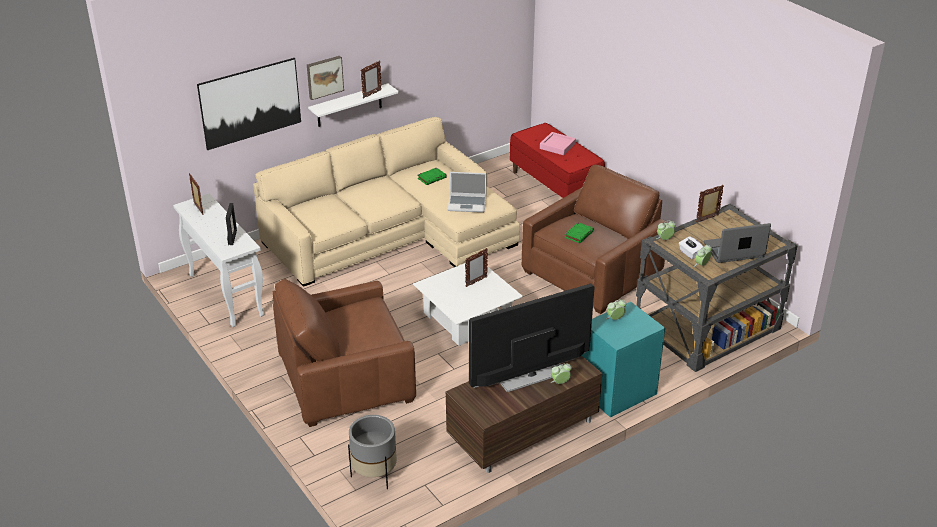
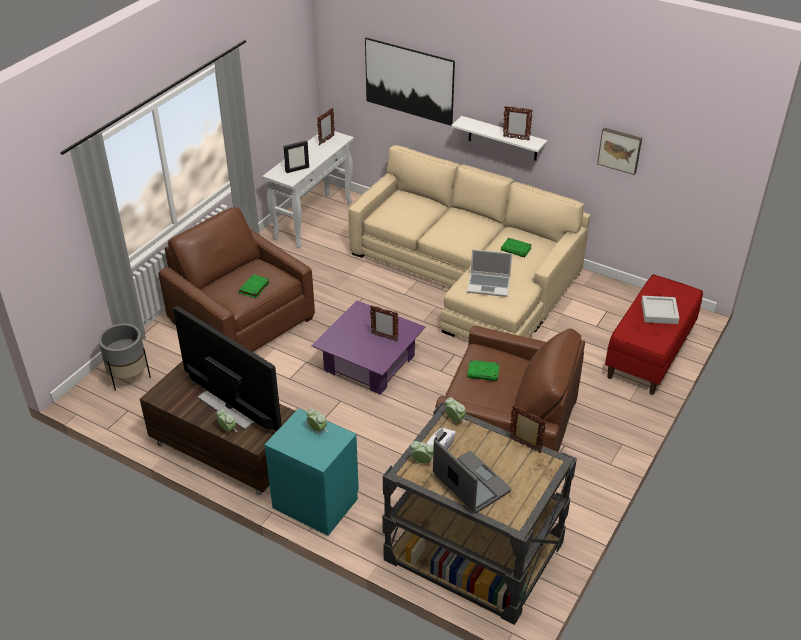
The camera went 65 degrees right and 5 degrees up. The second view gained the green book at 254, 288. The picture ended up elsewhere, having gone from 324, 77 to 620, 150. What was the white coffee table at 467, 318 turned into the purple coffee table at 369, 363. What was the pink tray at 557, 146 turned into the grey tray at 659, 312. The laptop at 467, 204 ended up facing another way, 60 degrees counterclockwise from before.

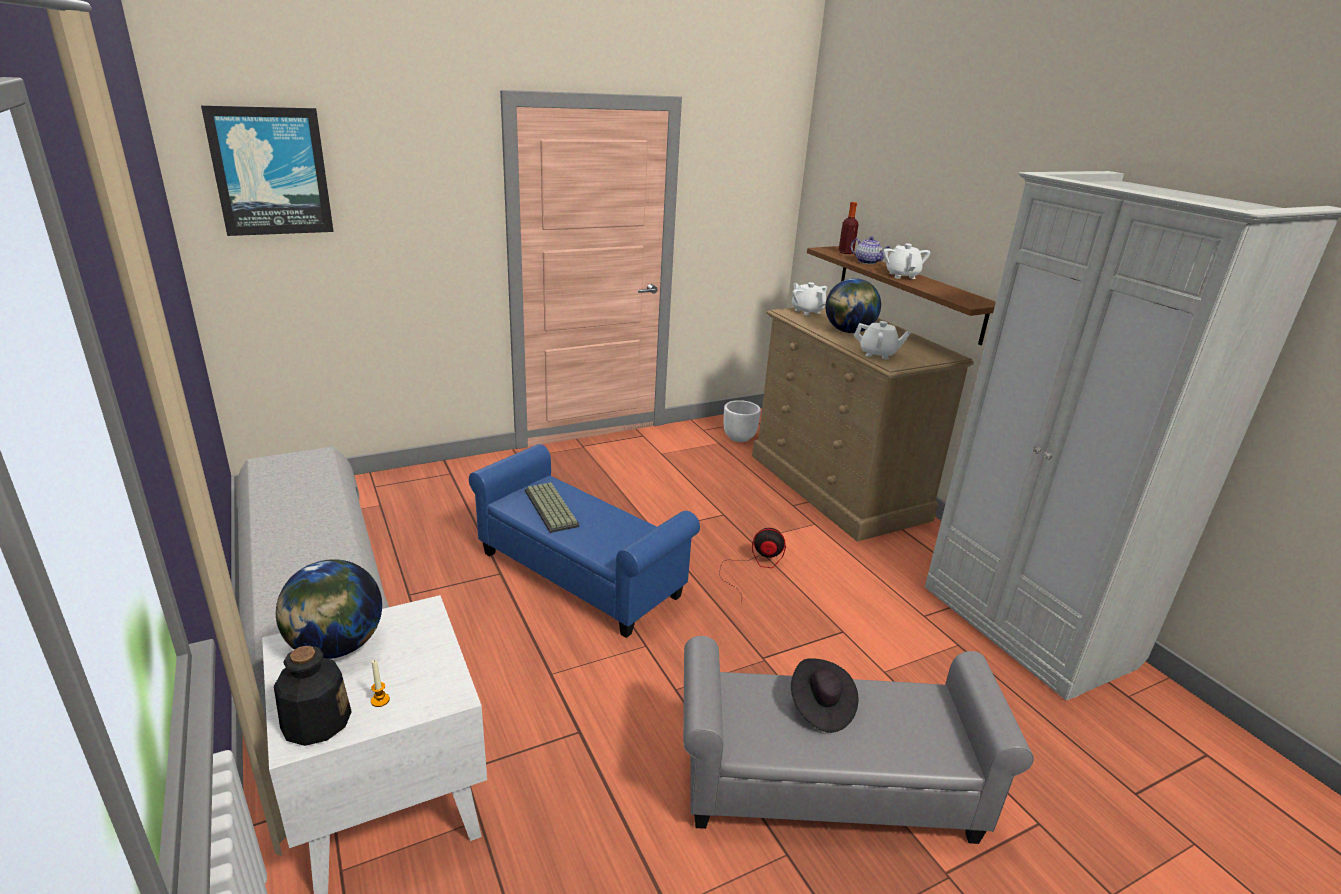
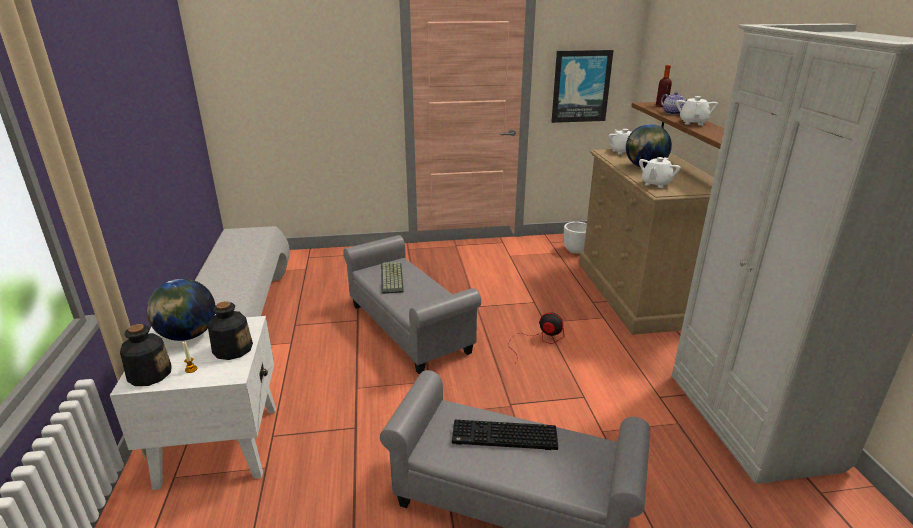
The camera went 20 degrees right and 0 degrees up. The second view gained the bottle at 232, 349. The picture ended up elsewhere, having gone from 271, 171 to 581, 86. Where the black hat stood at 820, 707, the keyboard came to stand at 503, 437. What was the blue ottoman at 580, 574 turned into the grey ottoman at 409, 328. The white teapot at 878, 354 ended up facing another way, 90 degrees clockwise from before.

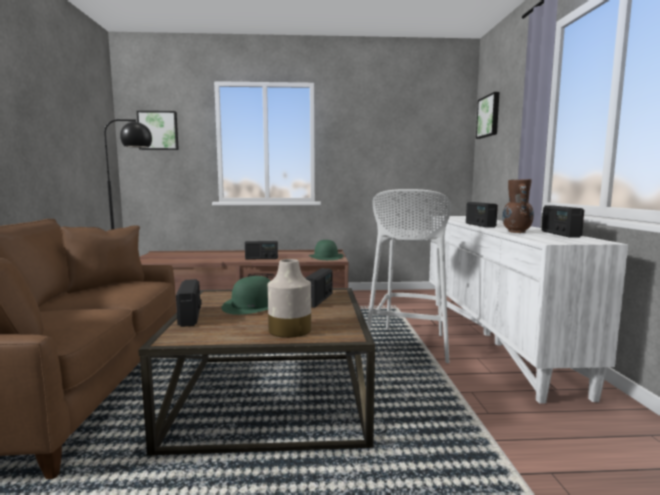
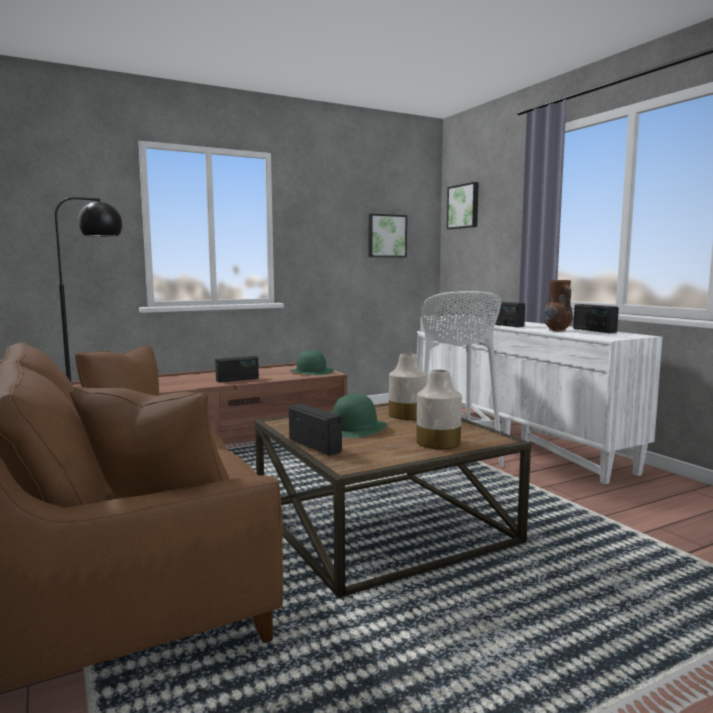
The camera went 25 degrees left and 0 degrees up. The picture ended up elsewhere, having gone from 158, 130 to 386, 236. Where the radio stood at 318, 300, the beige vase came to stand at 406, 414.

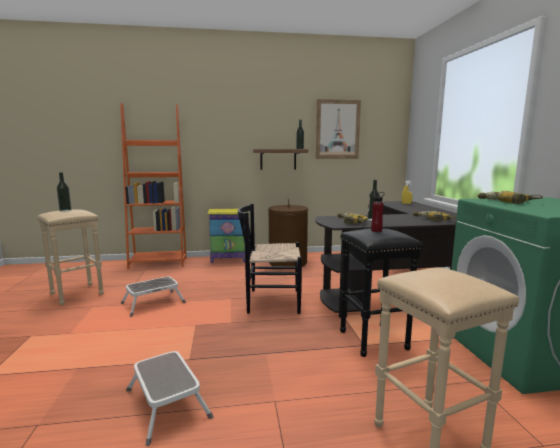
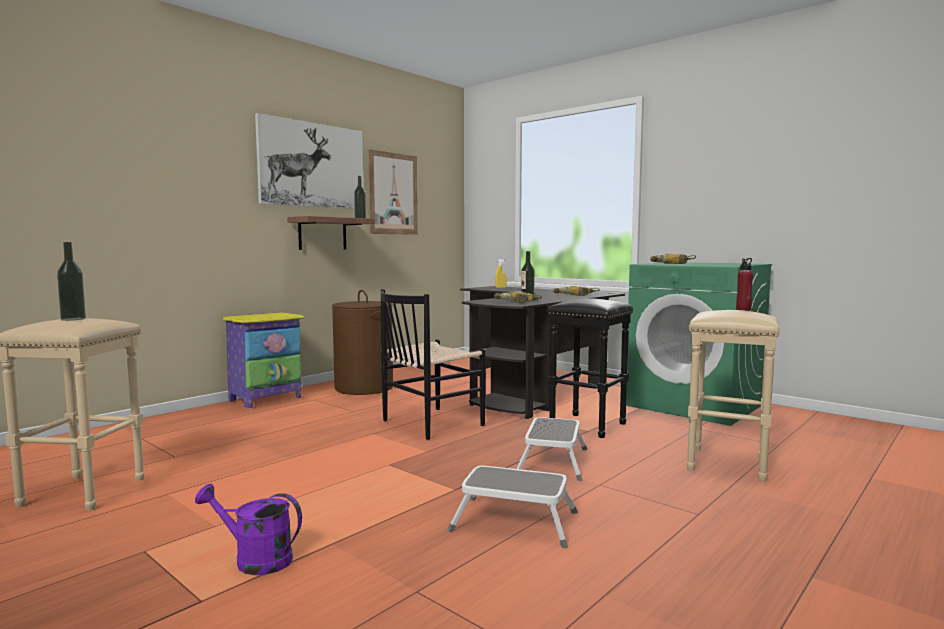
The camera went 40 degrees left and 5 degrees down. The second view lost the orange bookcase at 158, 263. The second view gained the purple watering can at 254, 560. The second view gained the picture at 312, 165. The grey step ladder ended up elsewhere, having gone from 153, 303 to 553, 461. The red bottle ended up elsewhere, having gone from 376, 231 to 743, 309.

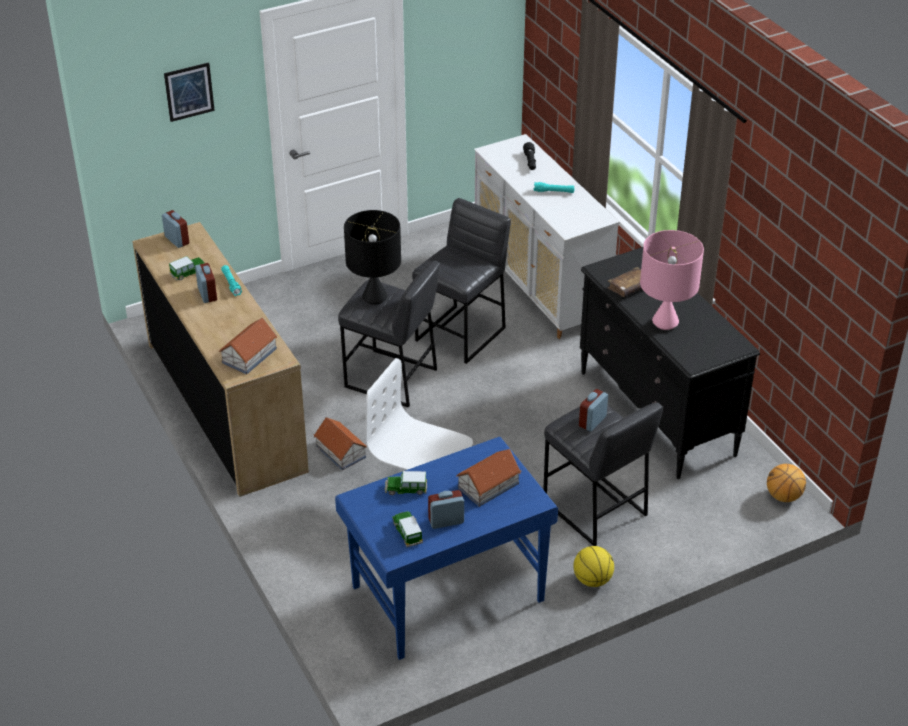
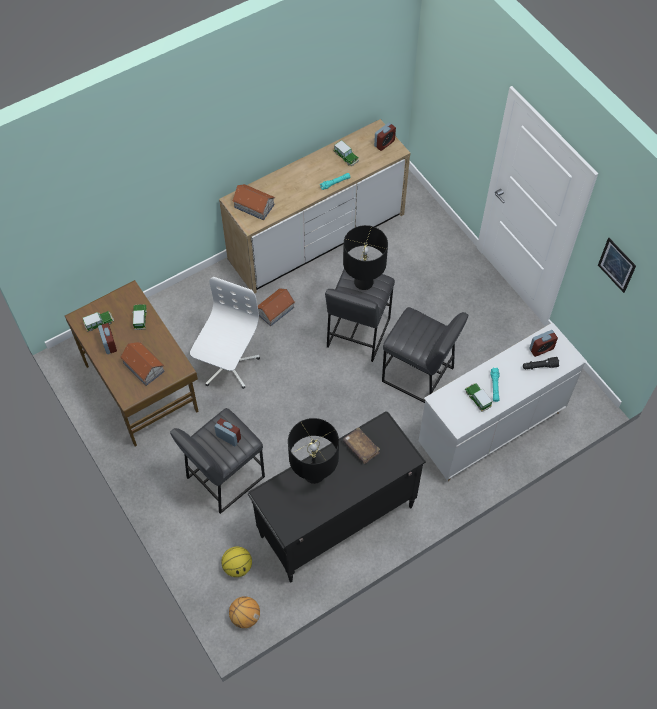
The camera went 85 degrees right and 20 degrees up. The second view gained the toy car at 477, 398. The picture ended up elsewhere, having gone from 189, 92 to 616, 265. The alarm clock ended up elsewhere, having gone from 207, 294 to 541, 349. The basketball ended up elsewhere, having gone from 592, 580 to 238, 566. What was the blue desk at 446, 593 turned into the brown desk at 141, 386. What was the pink table lamp at 665, 323 turned into the black table lamp at 314, 474.

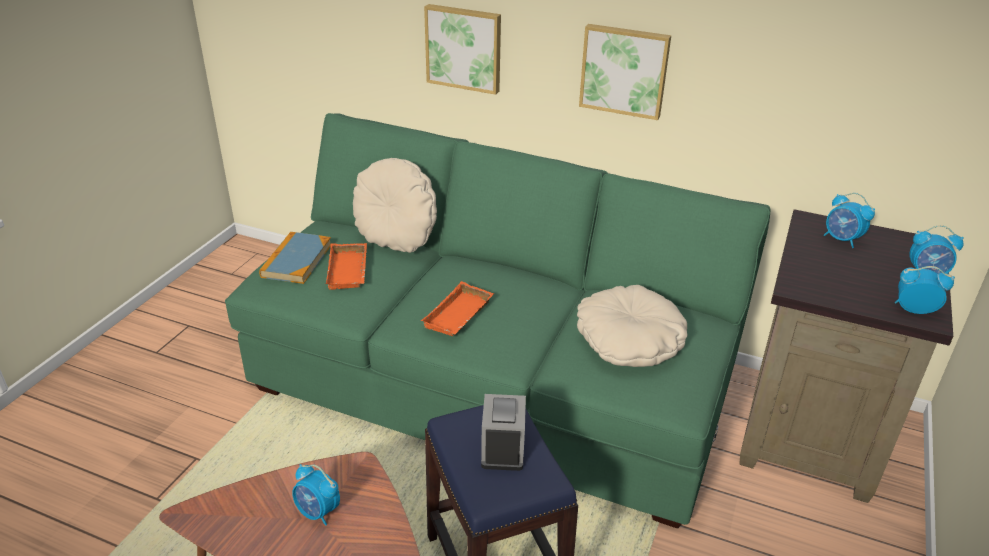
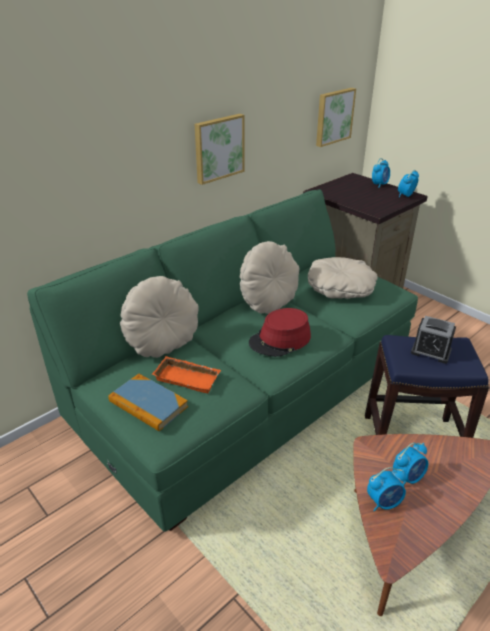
The camera went 65 degrees left and 0 degrees up. The second view gained the beige pillow at 269, 304. The picture ended up elsewhere, having gone from 464, 48 to 333, 116. The alarm clock ended up elsewhere, having gone from 842, 240 to 384, 502. Where the orange tray stood at 459, 316, the red hat came to stand at 280, 340.

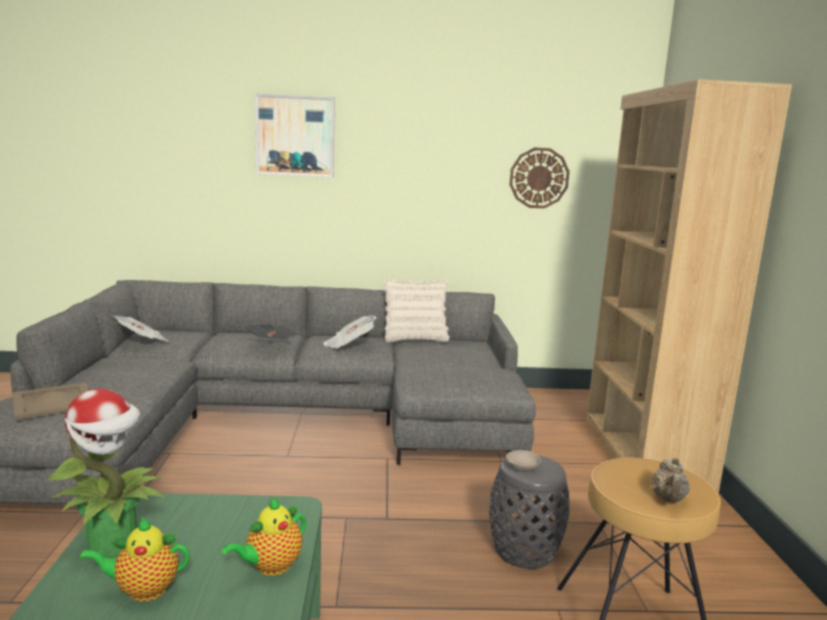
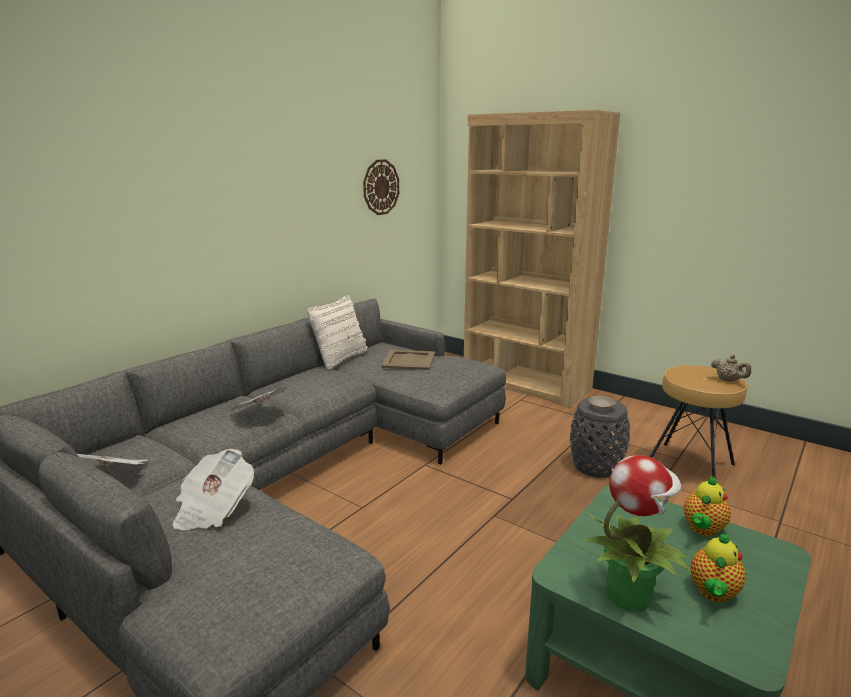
The camera went 50 degrees left and 5 degrees up. The second view lost the picture at 295, 136. The beige tray ended up elsewhere, having gone from 52, 401 to 408, 360. The newspaper ended up elsewhere, having gone from 349, 345 to 213, 509. The teapot at 270, 567 ended up facing another way, 45 degrees clockwise from before.

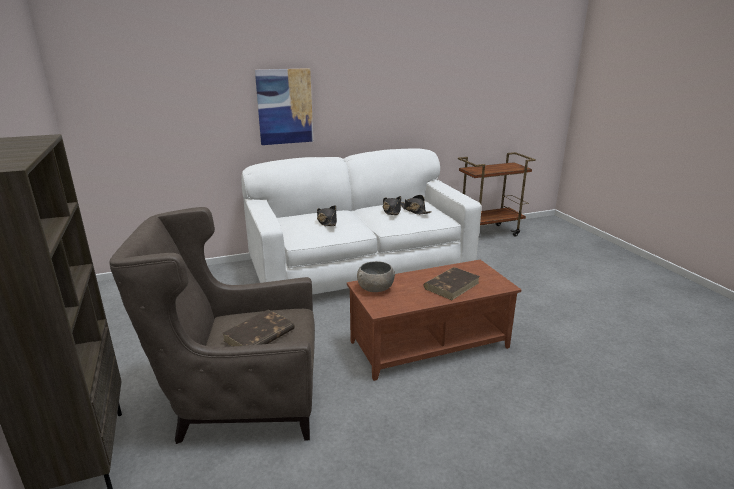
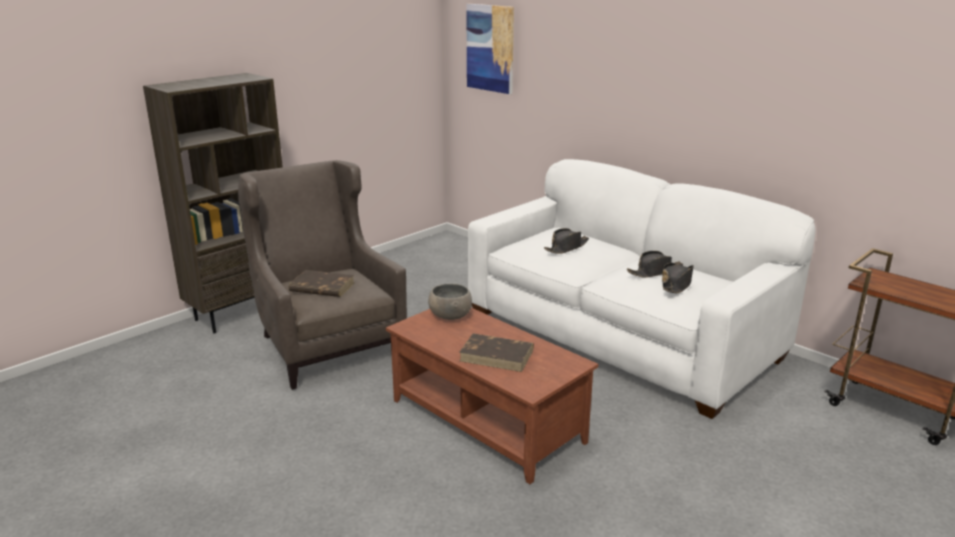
The camera went 65 degrees right and 0 degrees up. The picture ended up elsewhere, having gone from 285, 107 to 490, 48.

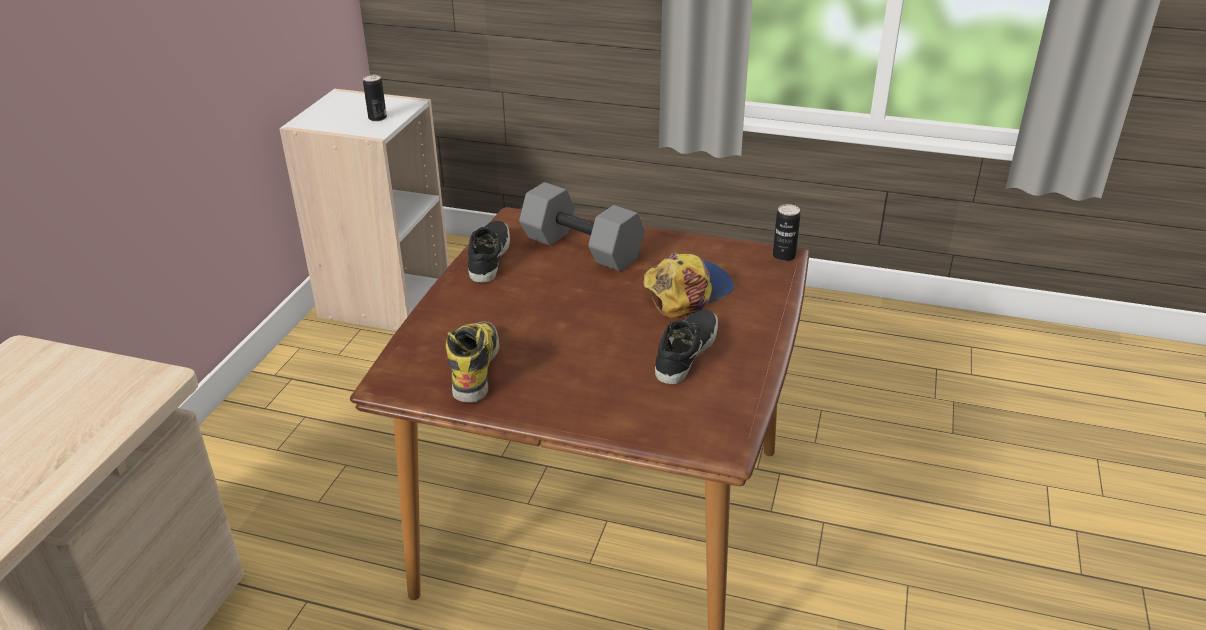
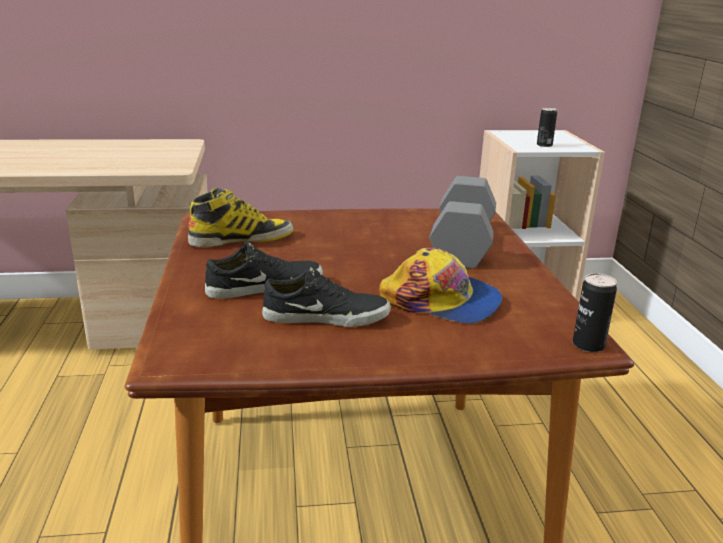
The camera went 65 degrees right and 10 degrees down. The black shoe ended up elsewhere, having gone from 487, 257 to 264, 286.

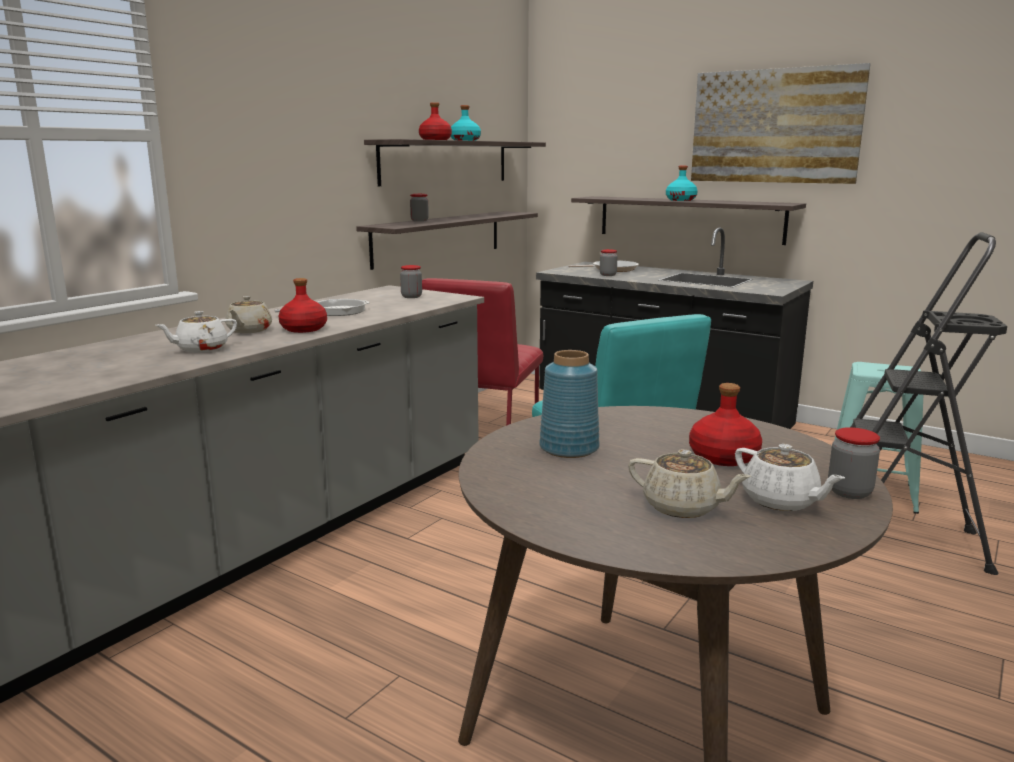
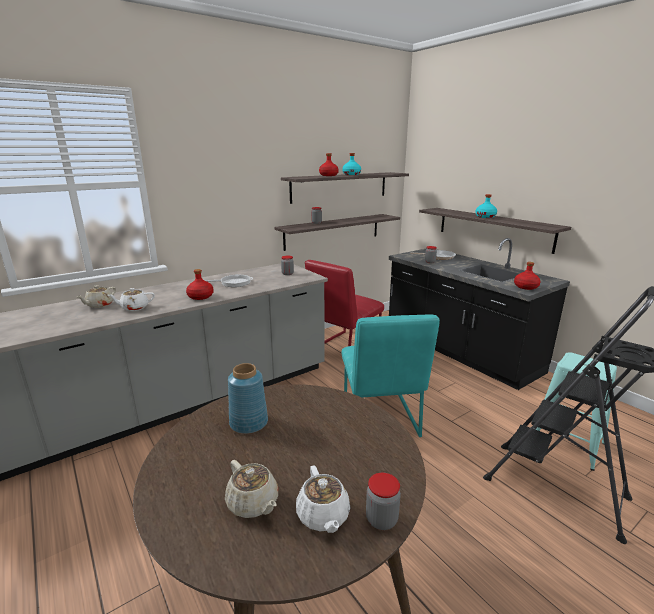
The camera went 20 degrees right and 5 degrees up. The second view lost the picture at 774, 126. The beige teapot ended up elsewhere, having gone from 249, 331 to 99, 305. The red bottle ended up elsewhere, having gone from 723, 457 to 525, 287.

